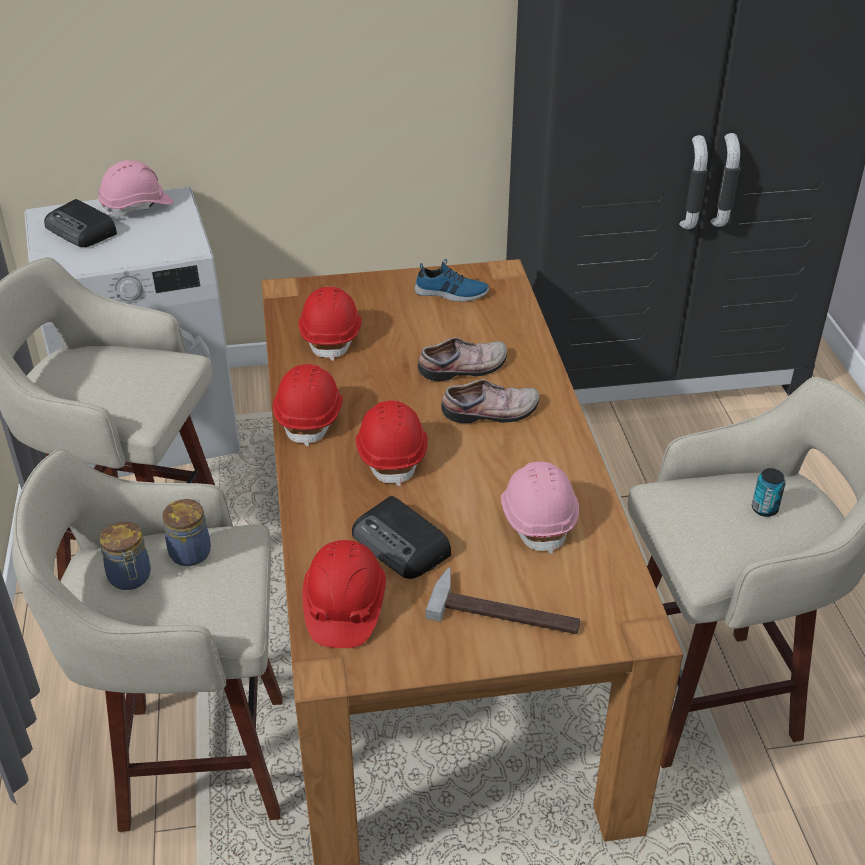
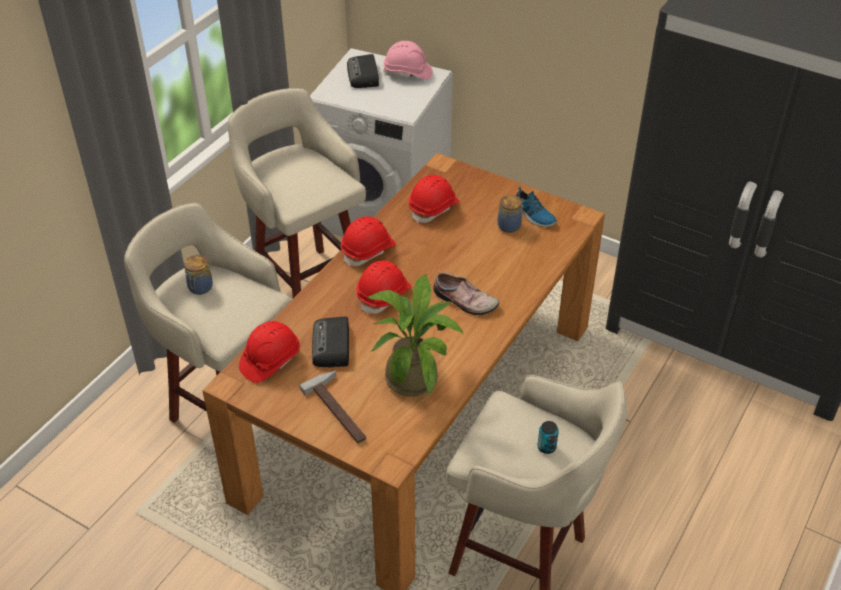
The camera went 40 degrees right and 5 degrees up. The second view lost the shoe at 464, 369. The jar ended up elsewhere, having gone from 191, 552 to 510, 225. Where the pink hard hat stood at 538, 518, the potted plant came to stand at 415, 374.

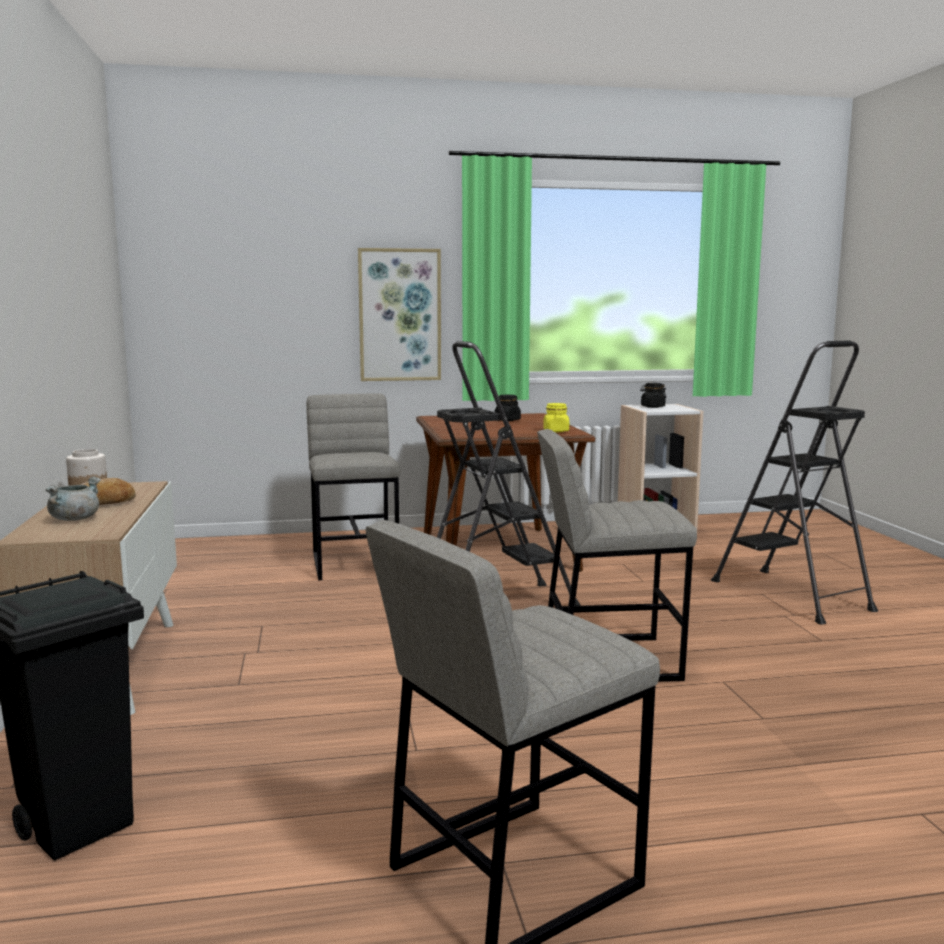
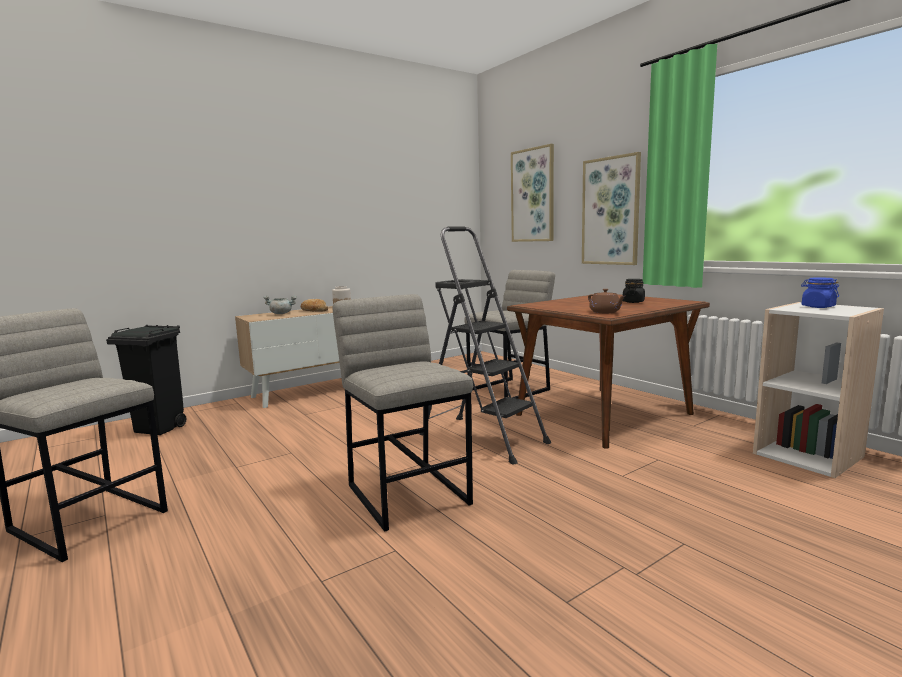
The camera went 65 degrees right and 0 degrees up. The second view lost the step ladder at 791, 595. The second view gained the picture at 533, 195. Where the yellow jar stood at 556, 431, the brown teapot came to stand at 605, 312. What was the black jar at 652, 407 turned into the blue jar at 818, 306.

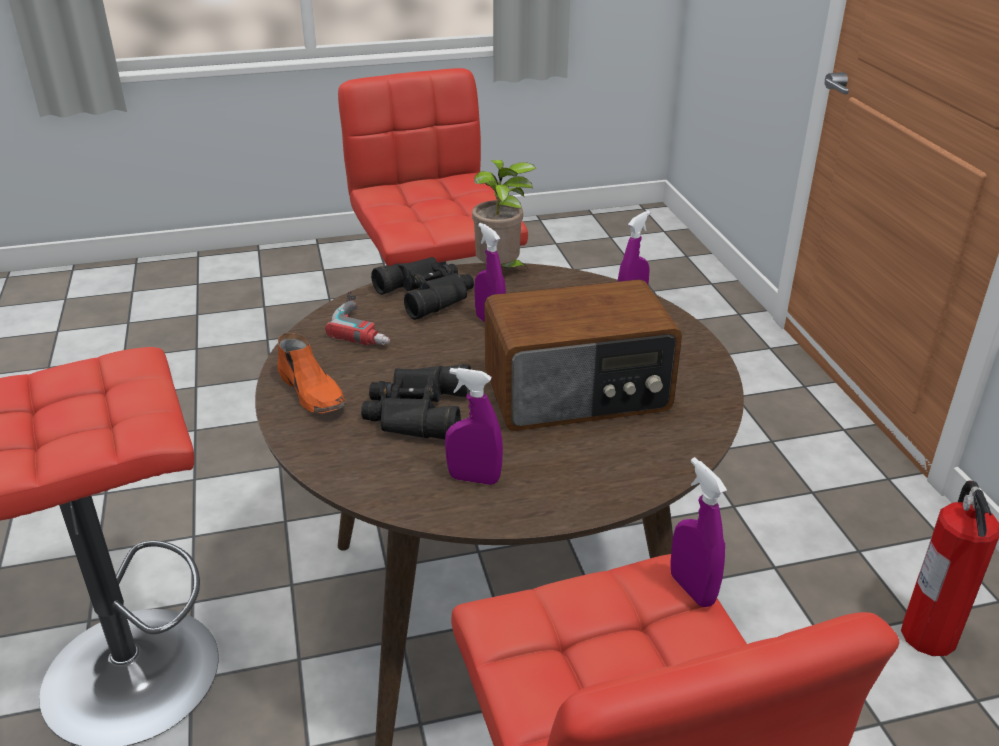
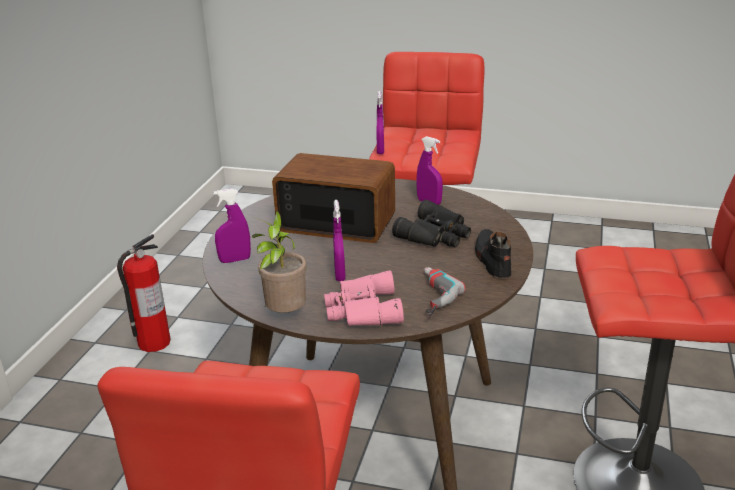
The camera went 150 degrees left and 5 degrees down. What was the orange shoe at 313, 392 turned into the black shoe at 492, 259. What was the black binoculars at 429, 294 turned into the pink binoculars at 361, 310.

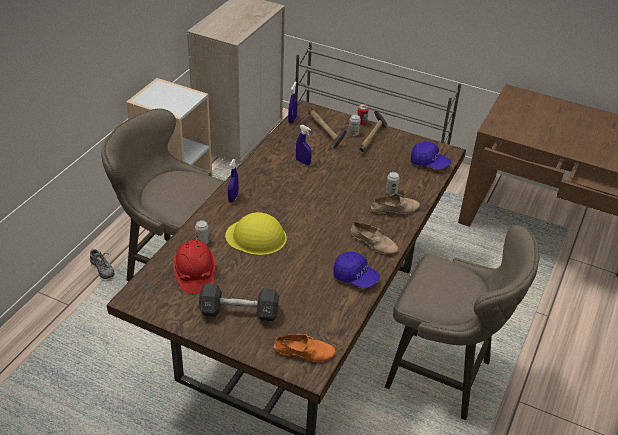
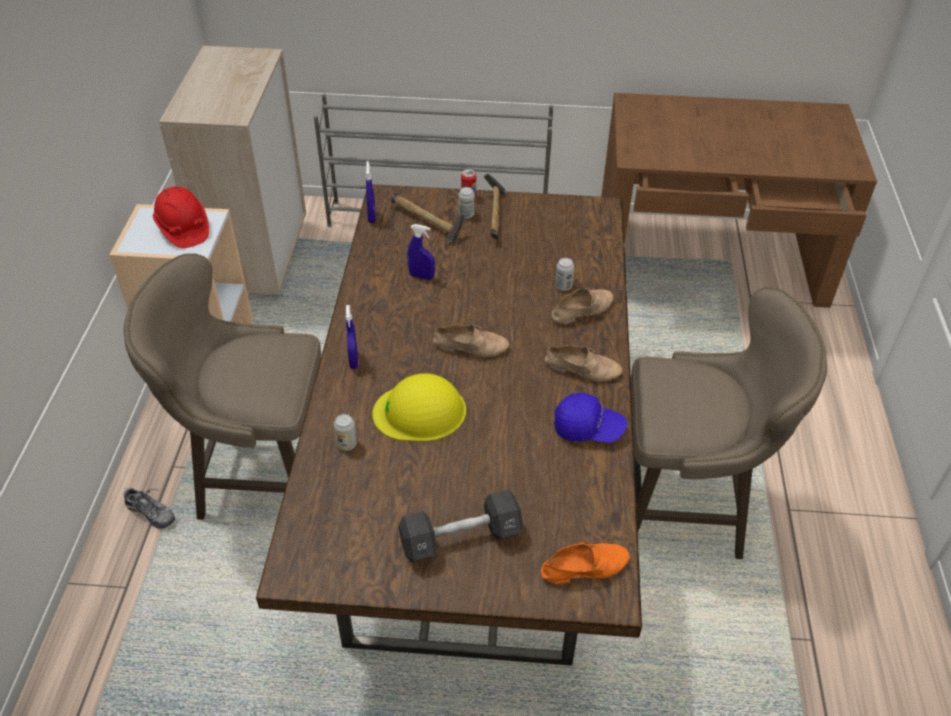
The camera went 20 degrees left and 5 degrees up. The second view lost the blue cap at 429, 163. The second view gained the beige shoe at 471, 345. The red hard hat ended up elsewhere, having gone from 194, 274 to 183, 229.

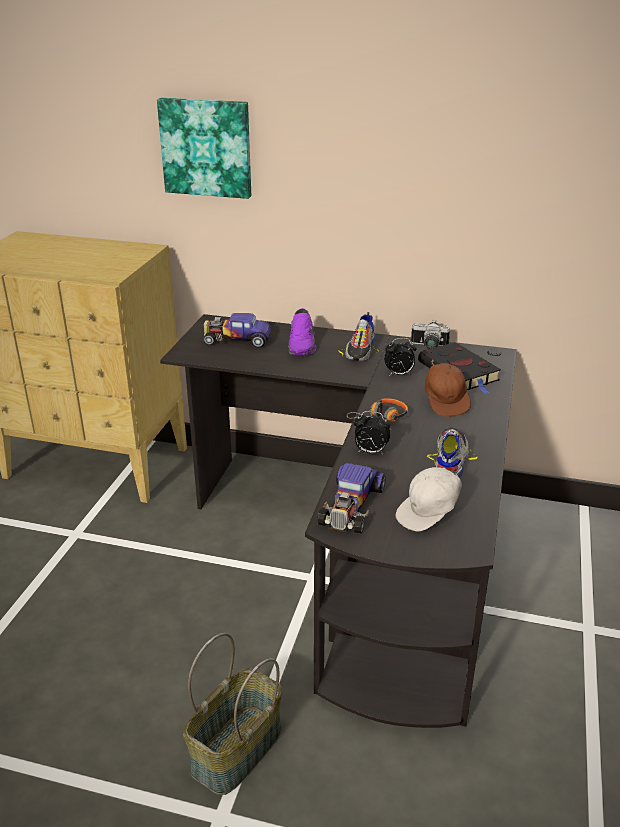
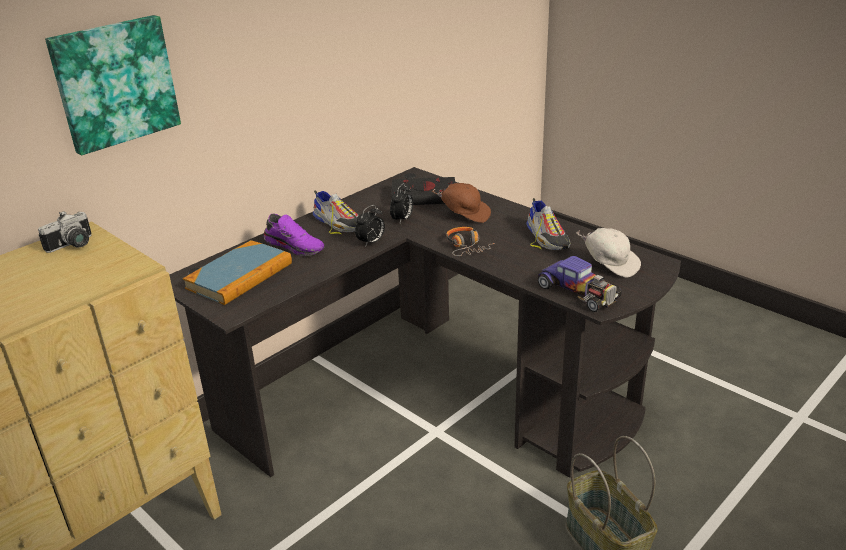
The camera went 60 degrees left and 0 degrees up. The alarm clock ended up elsewhere, having gone from 370, 452 to 371, 242. The photo camera ended up elsewhere, having gone from 428, 346 to 73, 245. Where the toy car stood at 237, 339, the book came to stand at 240, 276. The white cap at 430, 514 ended up facing another way, 45 degrees counterclockwise from before. The shoe at 449, 460 ended up facing another way, 150 degrees counterclockwise from before.

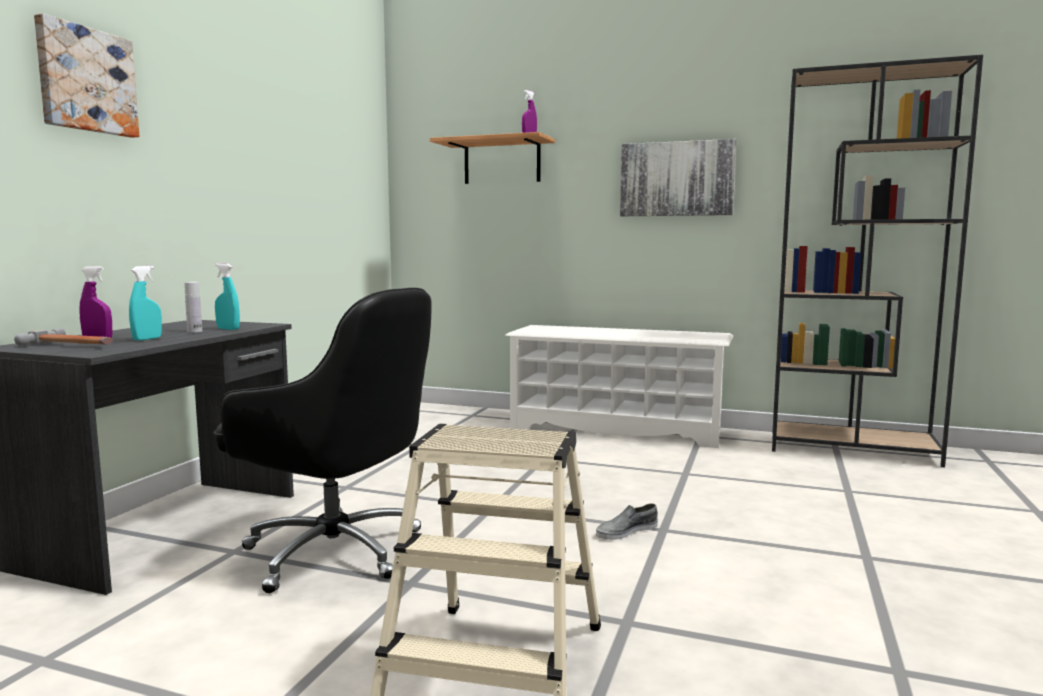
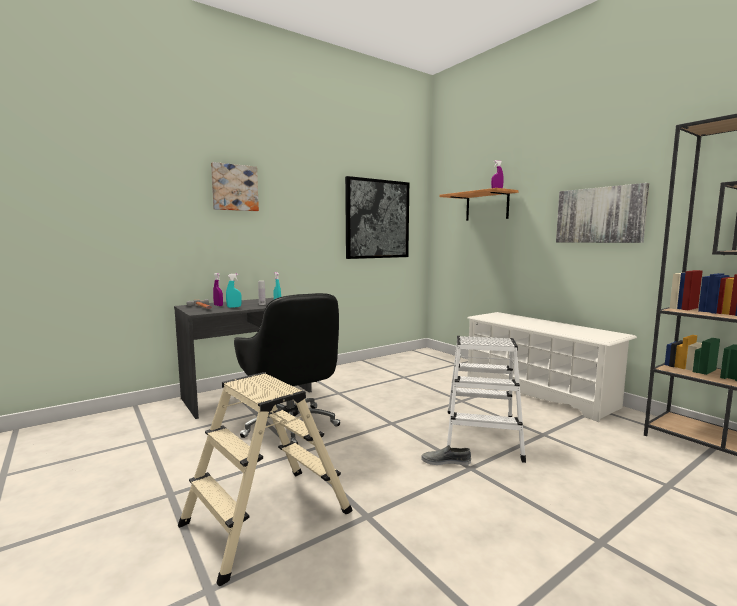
The camera went 35 degrees right and 0 degrees up. The second view gained the picture at 377, 219. The second view gained the white step ladder at 481, 433.

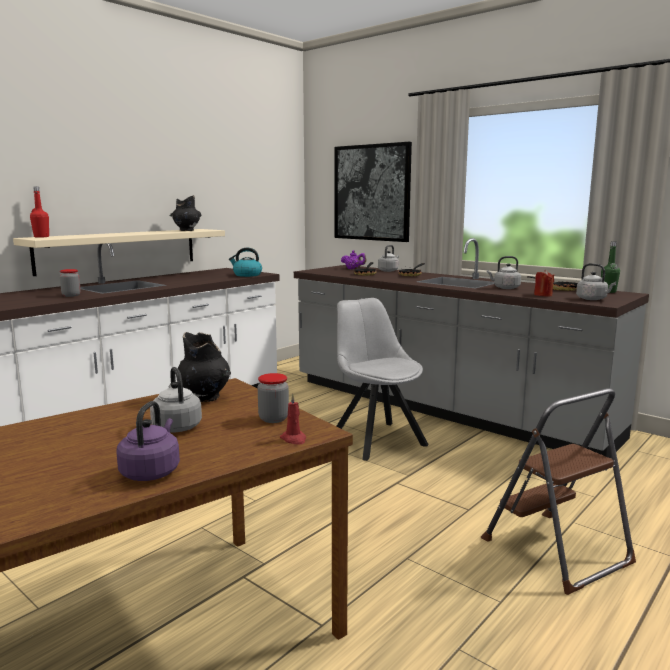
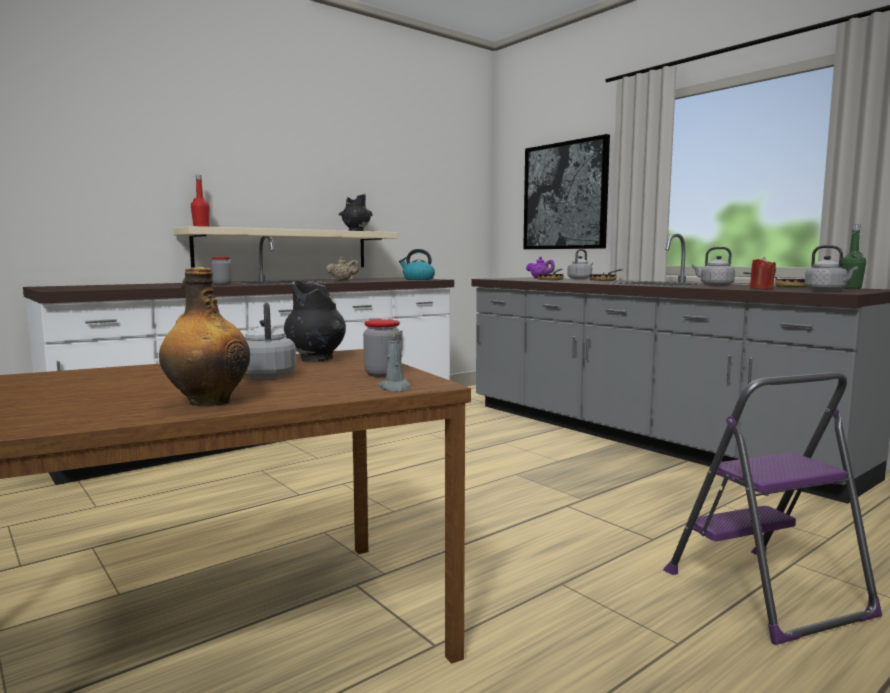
The camera went 10 degrees right and 5 degrees down. The second view lost the grey chair at 376, 439. The second view gained the beige teapot at 342, 281. Where the purple kettle stood at 151, 471, the bottle came to stand at 208, 402. What was the red candle at 294, 439 turned into the grey candle at 395, 388. What was the brown step ladder at 559, 553 turned into the purple step ladder at 770, 596.

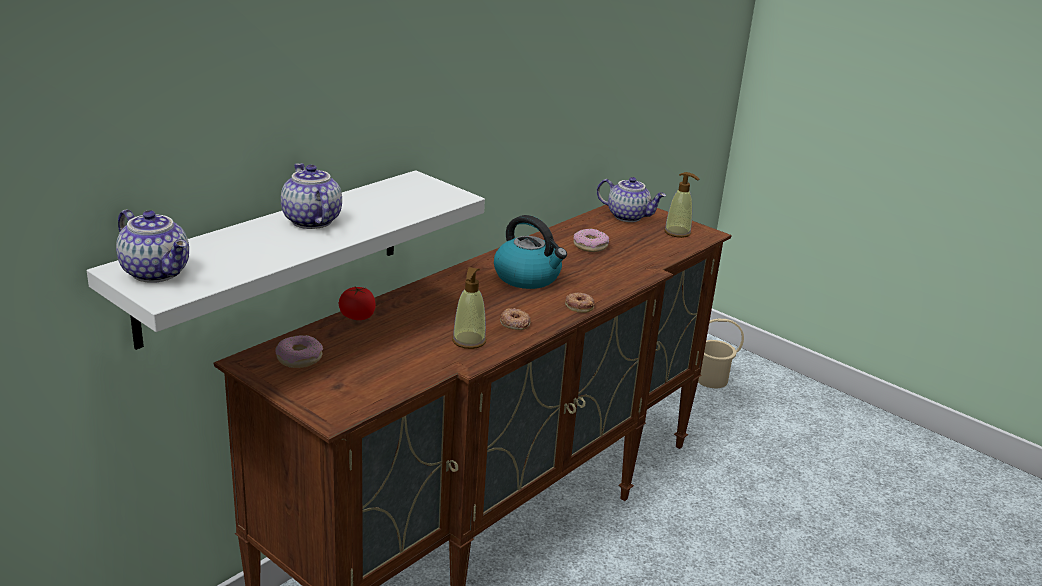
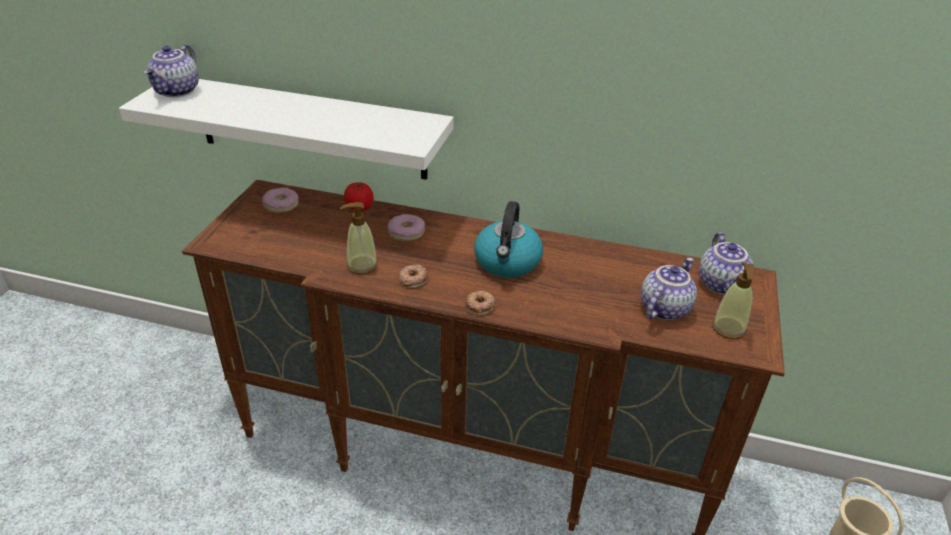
The camera went 65 degrees right and 10 degrees up. The teapot ended up elsewhere, having gone from 310, 221 to 663, 308. The donut ended up elsewhere, having gone from 590, 246 to 406, 233.

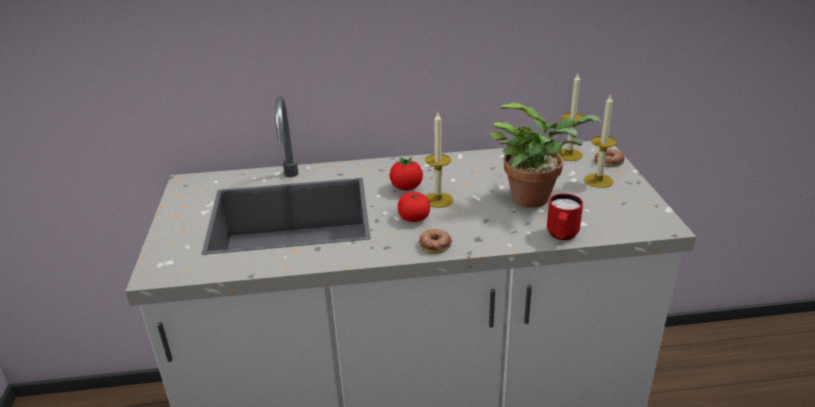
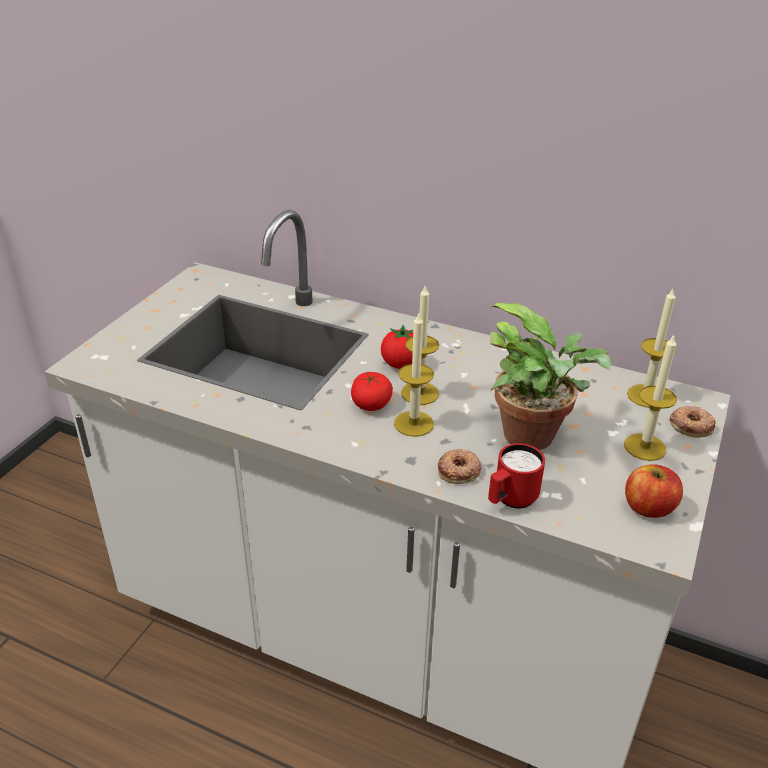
The camera went 30 degrees right and 5 degrees up. The second view gained the candle at 413, 423. The second view gained the apple at 648, 507. The donut ended up elsewhere, having gone from 435, 244 to 459, 470.

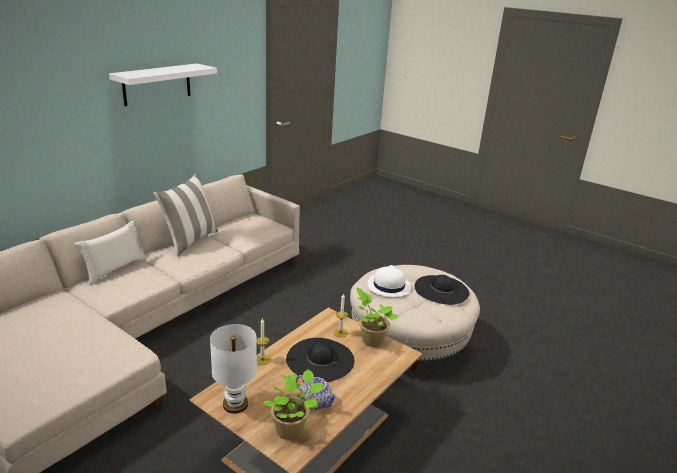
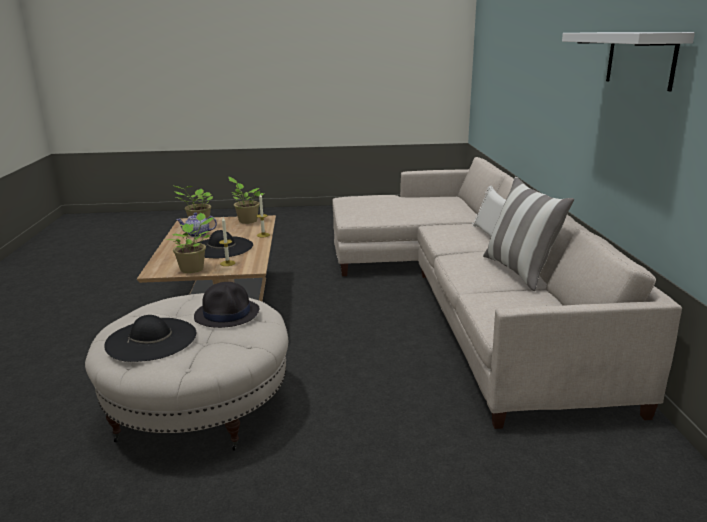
The camera went 140 degrees right and 5 degrees down. Where the white table lamp stood at 235, 404, the potted plant came to stand at 246, 221. What was the white hat at 388, 286 turned into the black hat at 227, 314.

